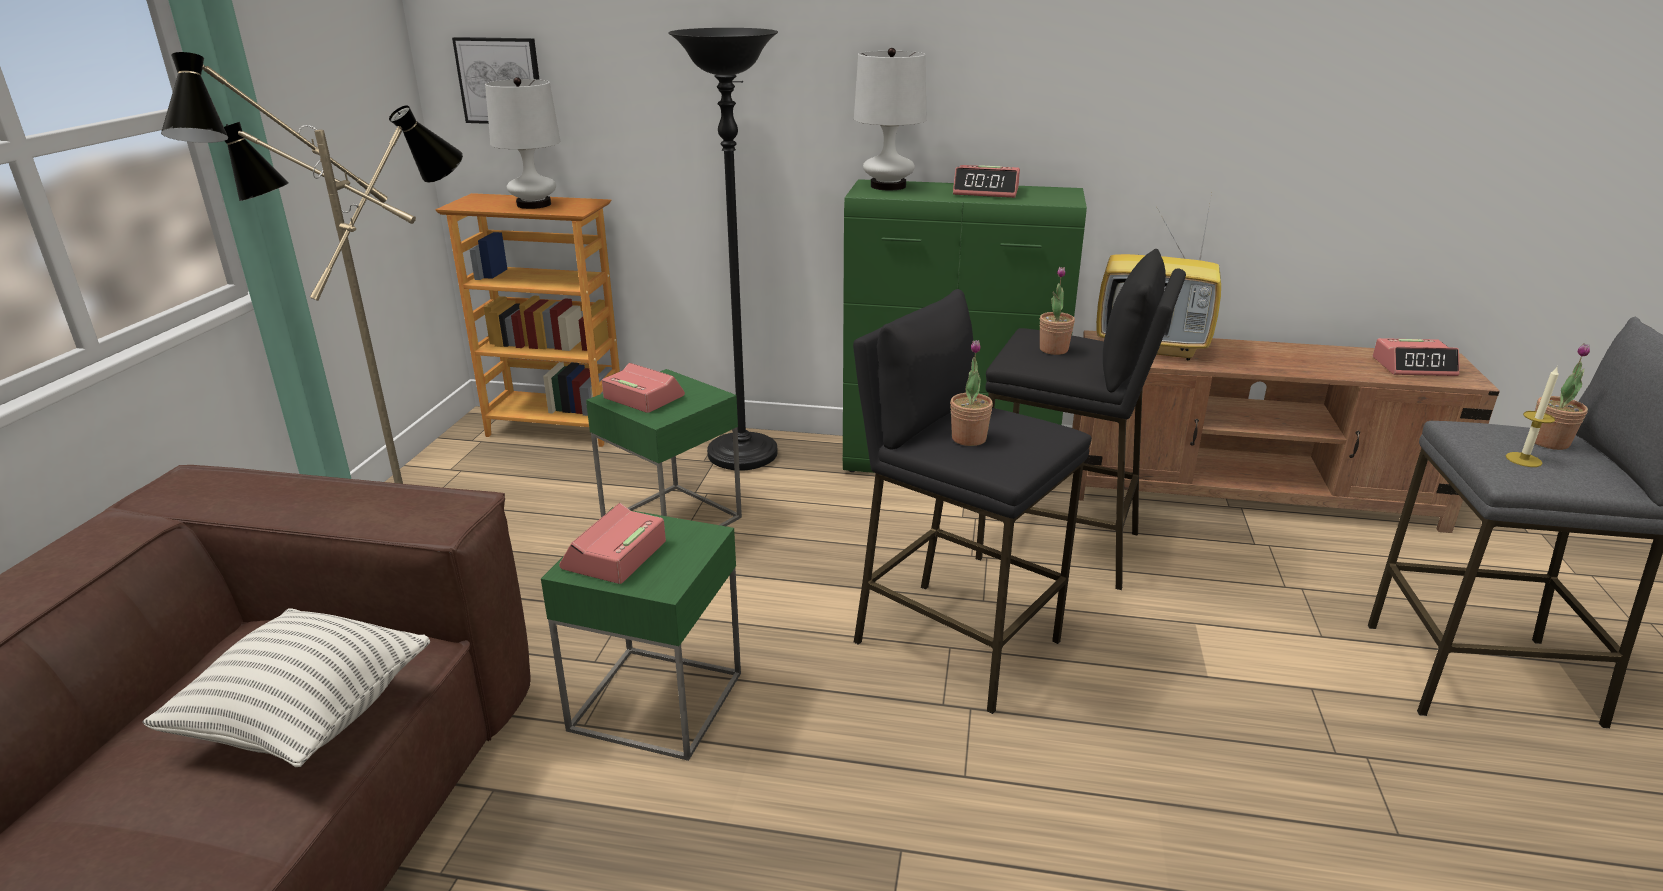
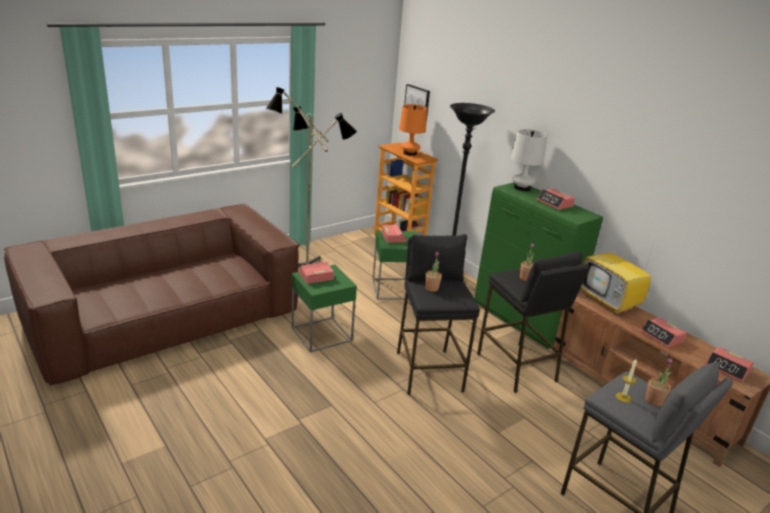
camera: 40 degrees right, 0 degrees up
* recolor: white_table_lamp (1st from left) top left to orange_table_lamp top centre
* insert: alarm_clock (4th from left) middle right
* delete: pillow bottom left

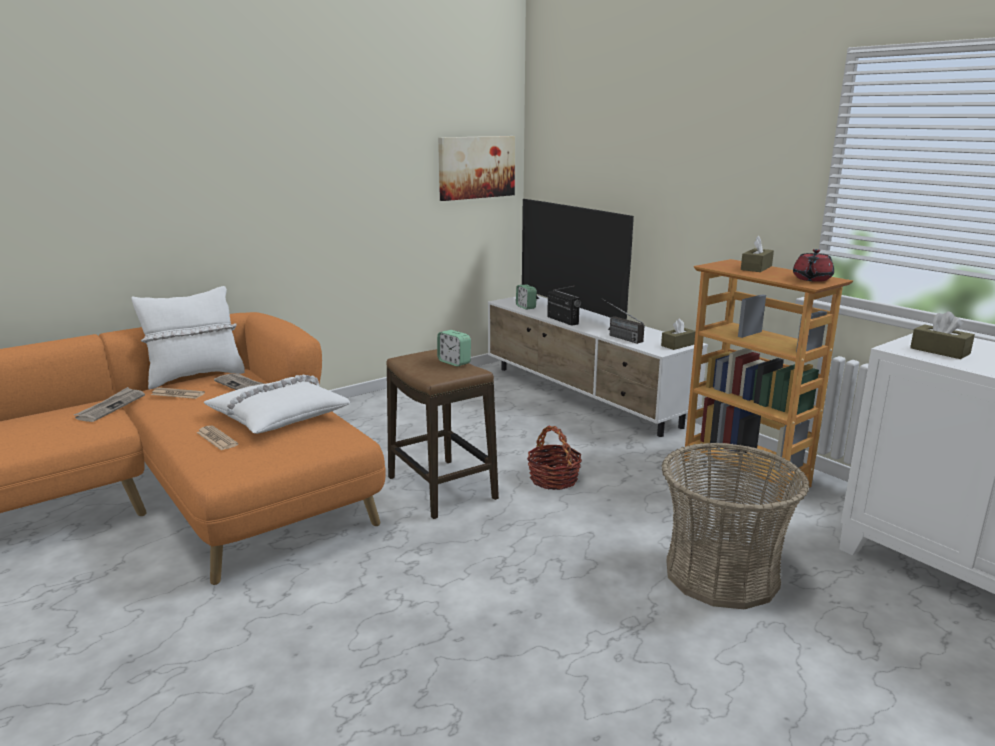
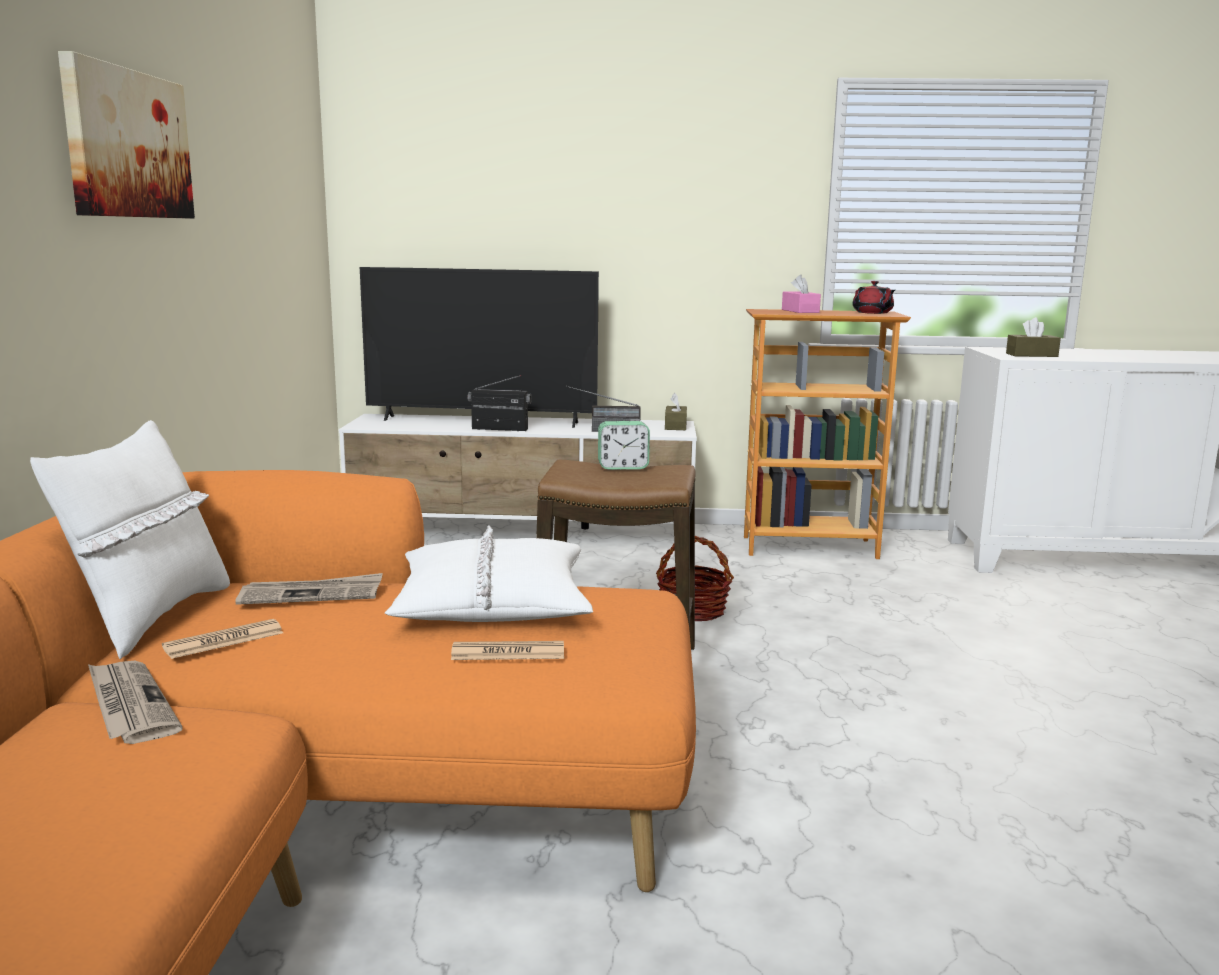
camera: 50 degrees left, 5 degrees down
* move: picture top centre to top left
* recolor: brown_tissue_box (2nd from left) middle right to pink_tissue_box top centre
* delete: alarm_clock (2nd from left) centre
* delete: basket (2nd from left) bottom right

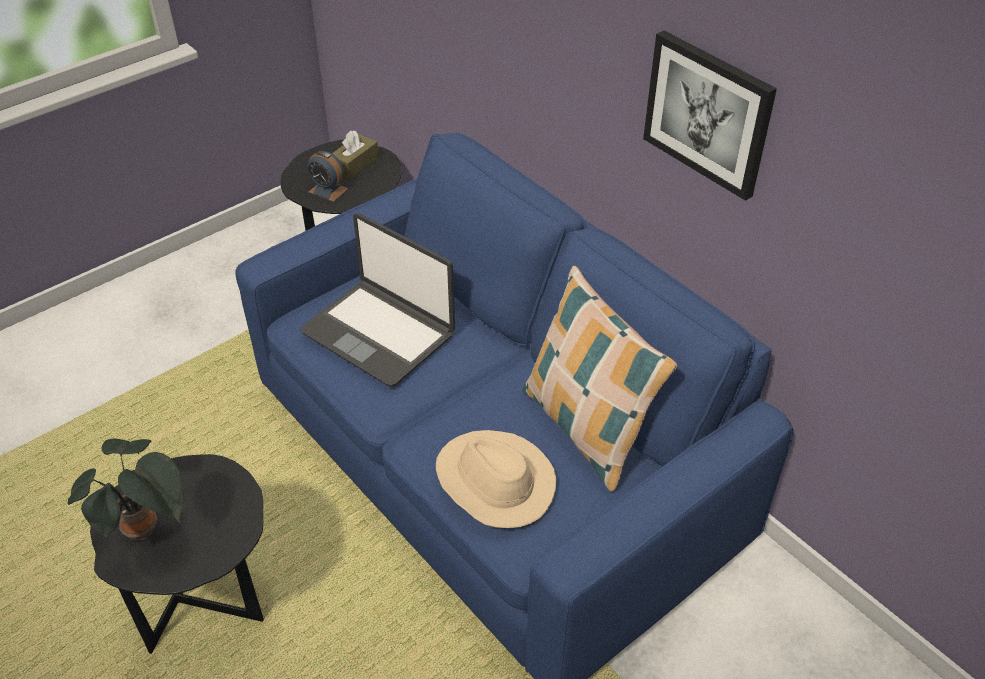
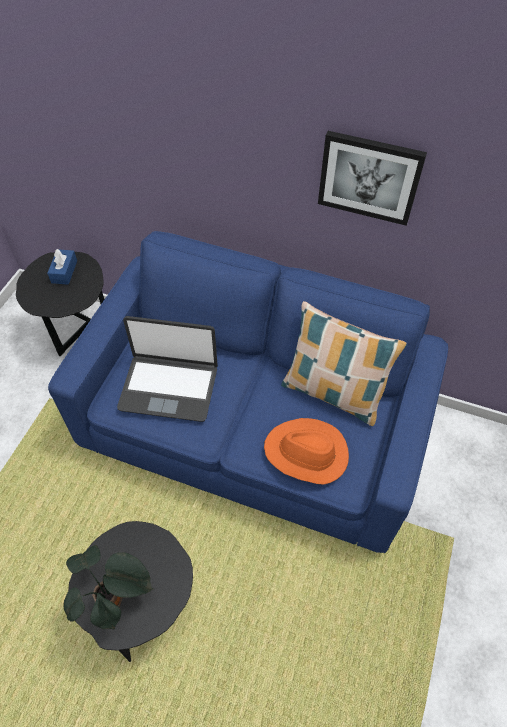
camera: 30 degrees left, 10 degrees up
* recolor: brown_tissue_box top centre to blue_tissue_box middle left
* recolor: beige_hat bottom centre to orange_hat centre
* delete: alarm_clock top left

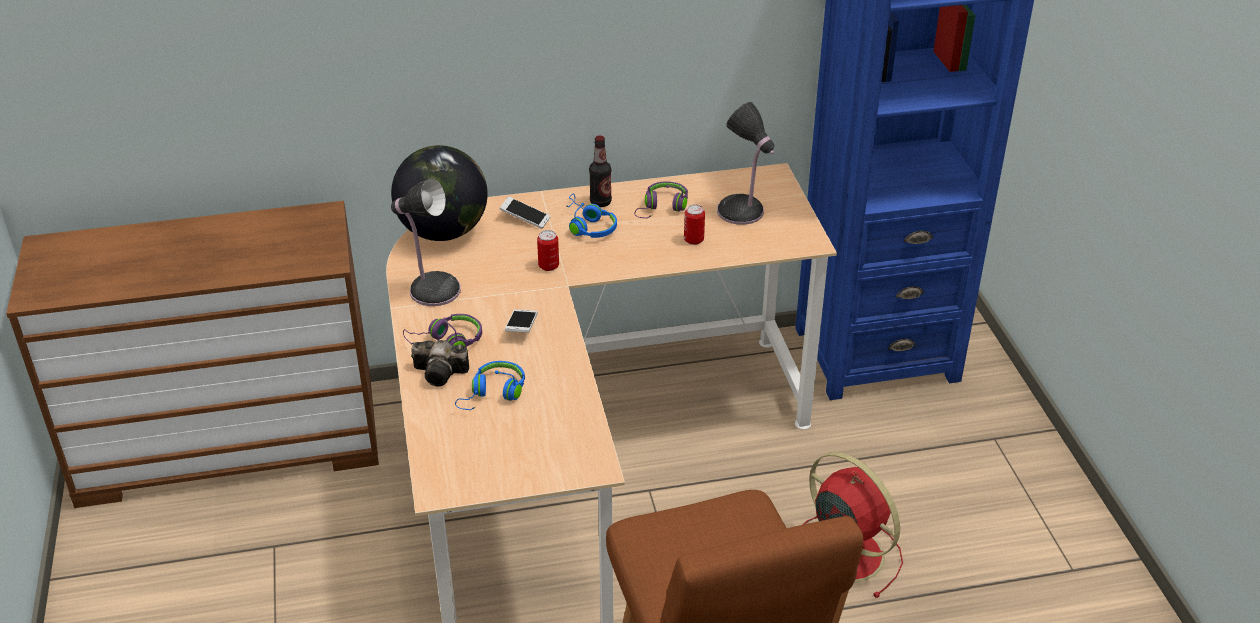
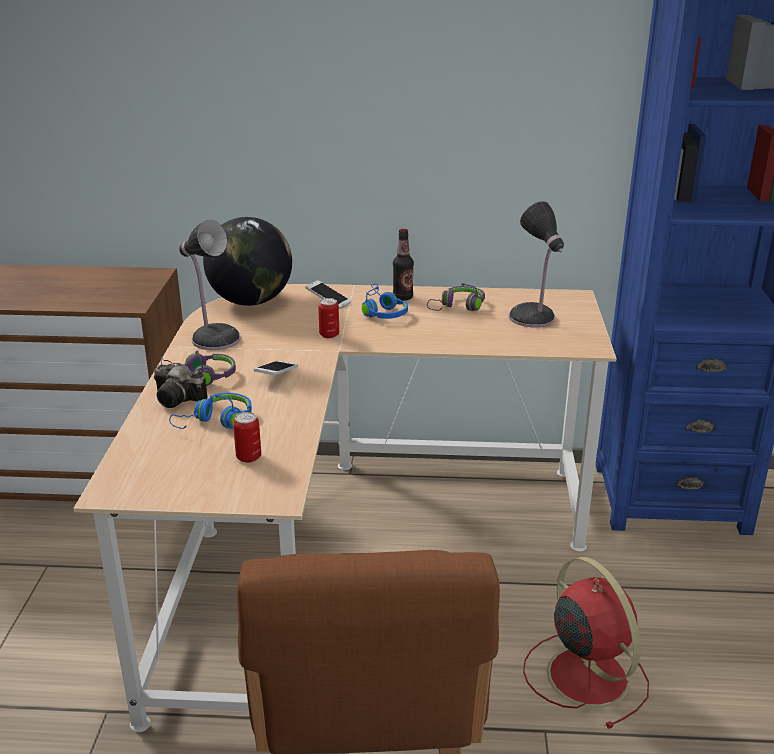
camera: 15 degrees right, 10 degrees down
* move: can (2nd from left in the first image) centre to can (1st from left) middle left

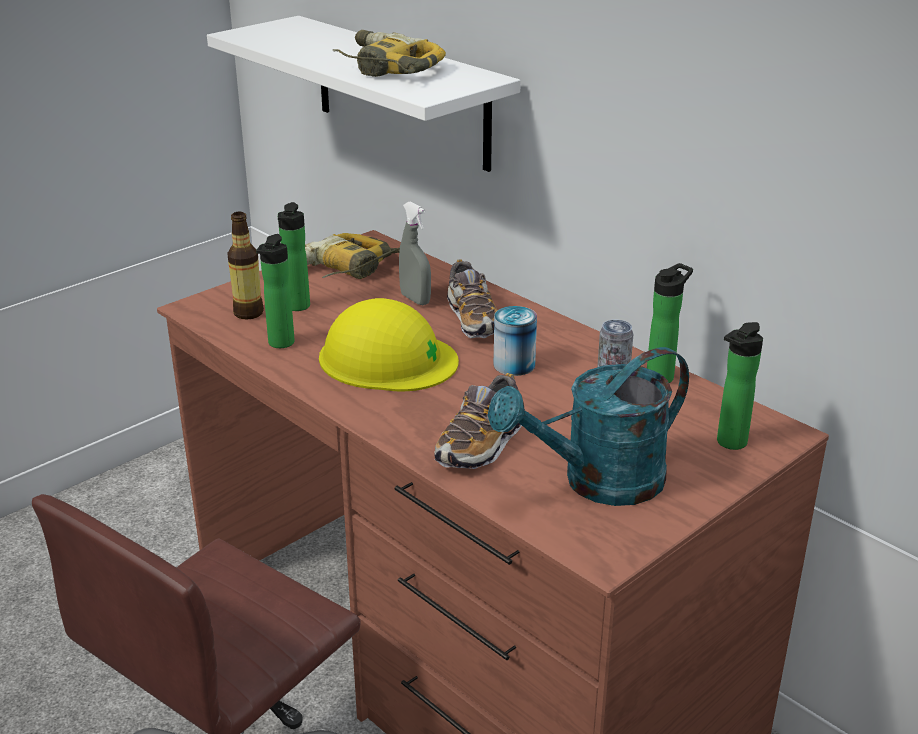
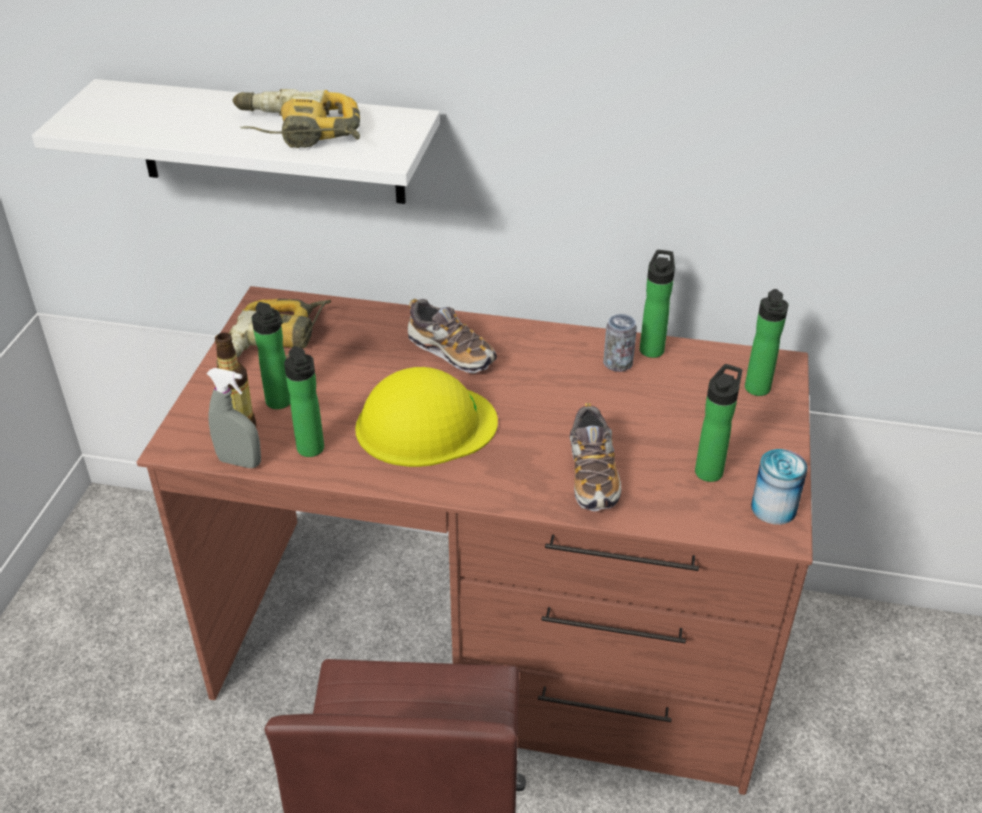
camera: 35 degrees left, 10 degrees up
* move: grey_spray_bottle centre to middle left
* replace: turquoise_watering_can centre to bottle (5th from left) middle right
* move: can (1st from left in the first image) centre to can (2nd from left) middle right

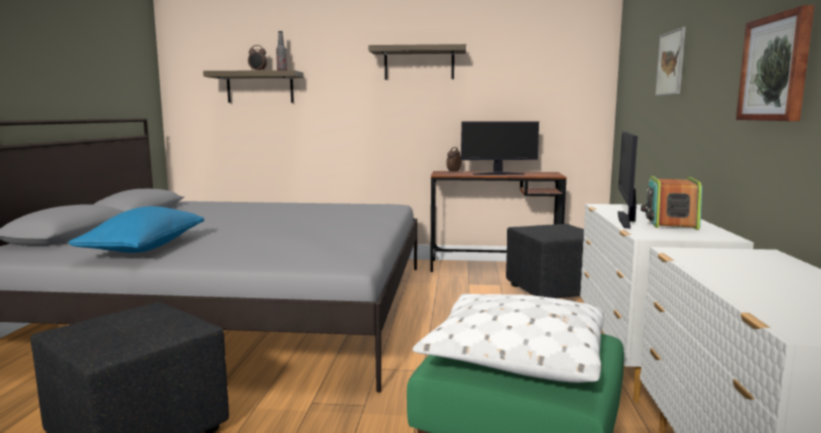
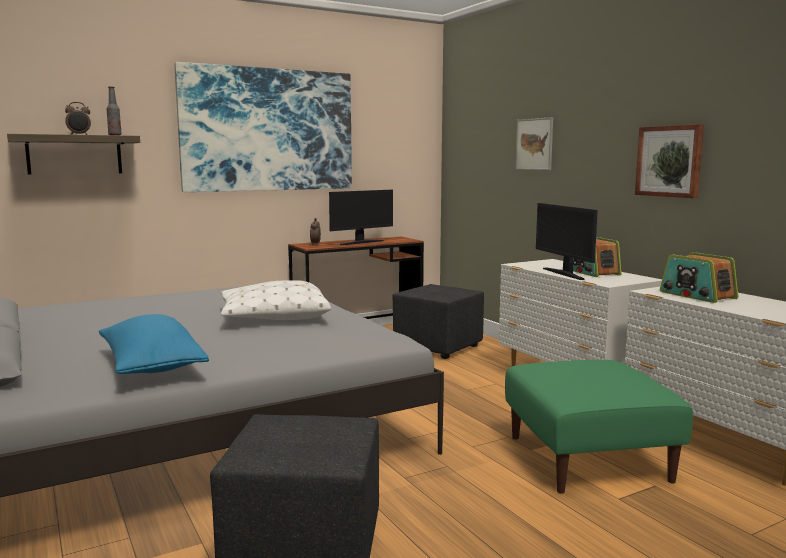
camera: 35 degrees left, 0 degrees up
* replace: shelf (2nd from left) top centre to picture (1st from left) top centre
* move: white_pillow bottom centre to centre
* insert: radio (2nd from left) middle right

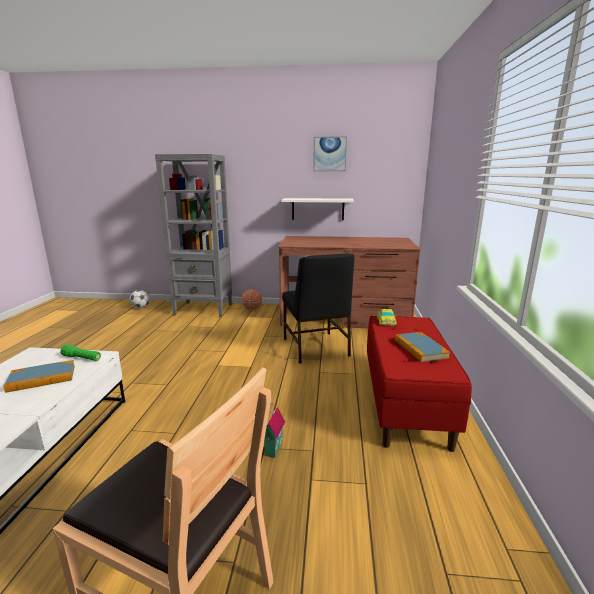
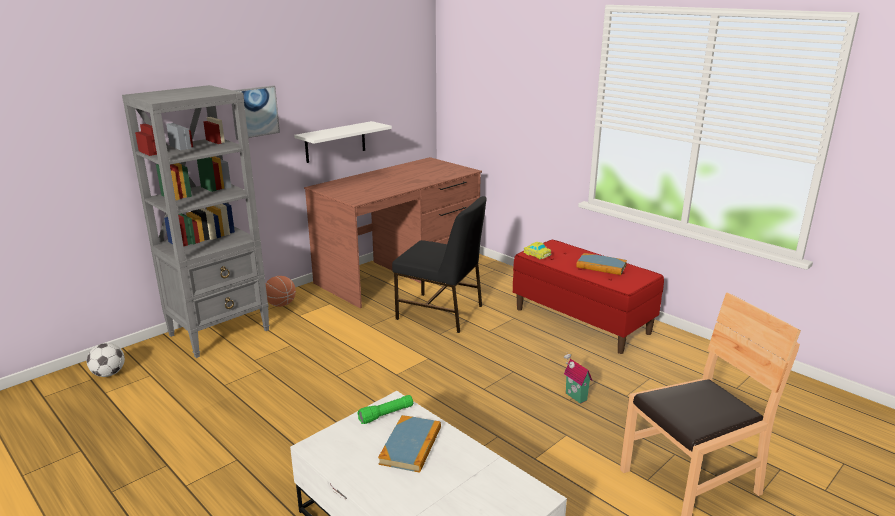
camera: 50 degrees left, 5 degrees up
* move: picture top centre to top left

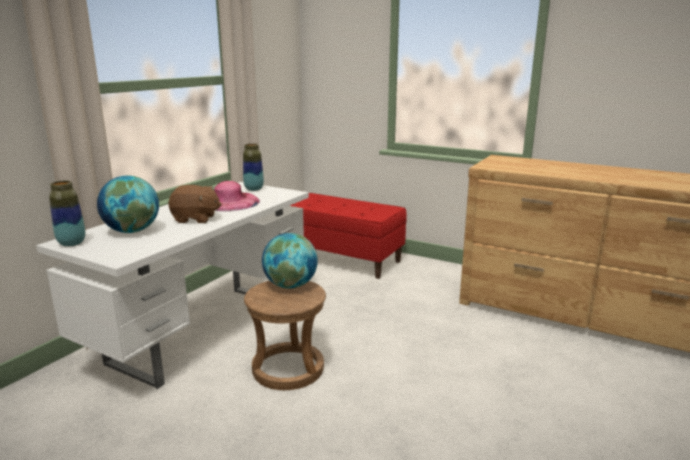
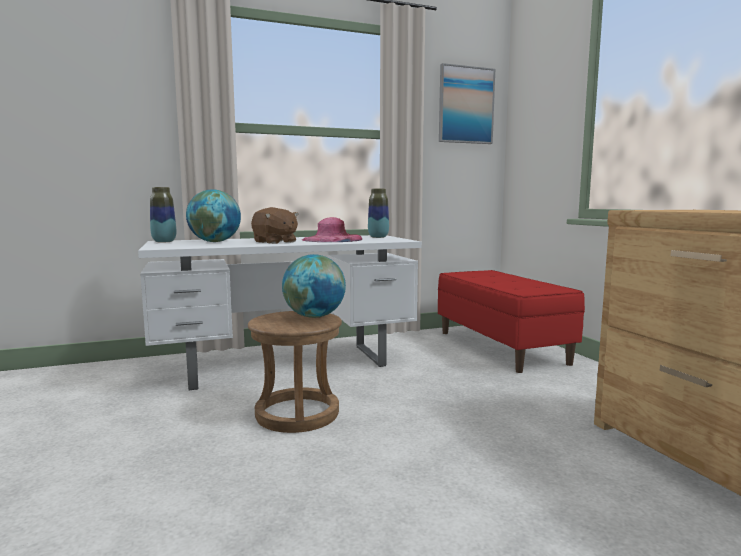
camera: 40 degrees right, 10 degrees down
* insert: picture top centre

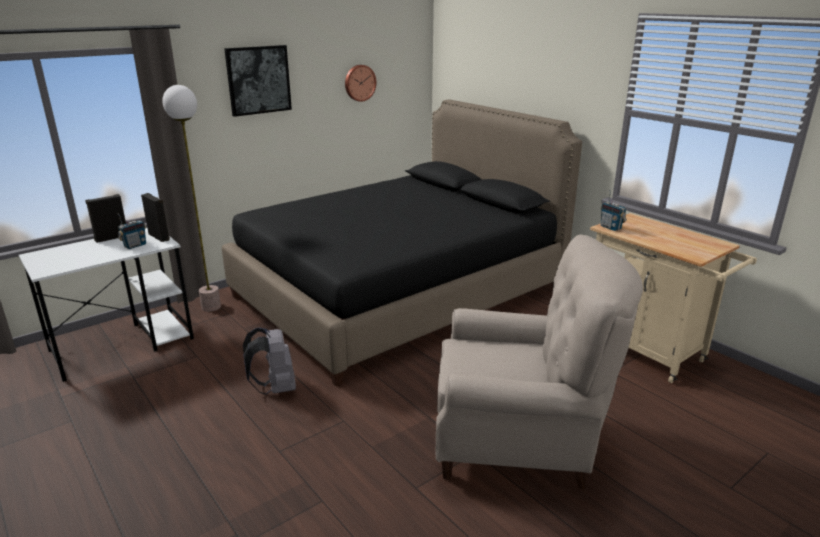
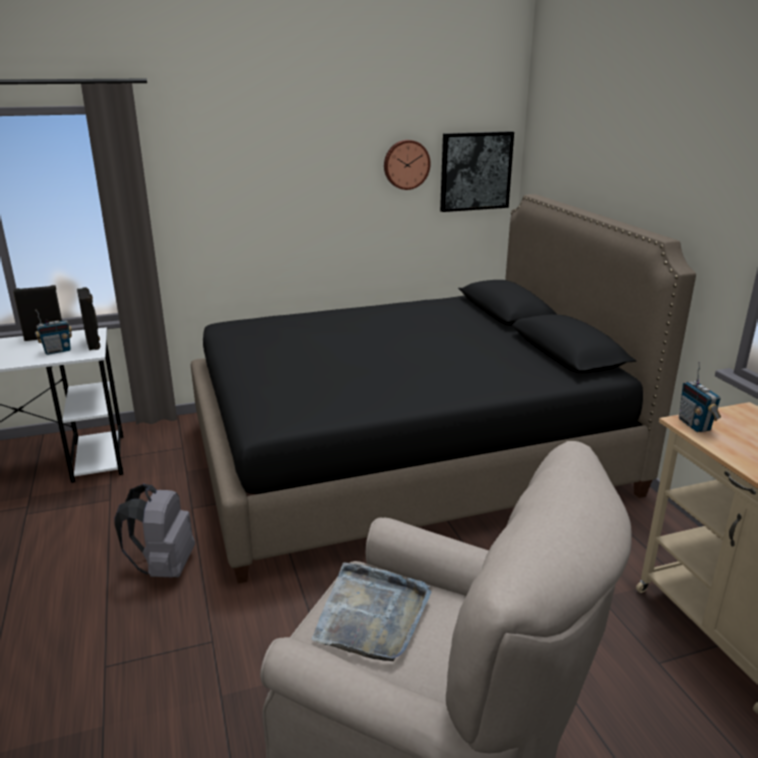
camera: 20 degrees right, 0 degrees up
* insert: grey_tray bottom centre
* move: picture top left to top centre
* delete: floor_lamp middle left

